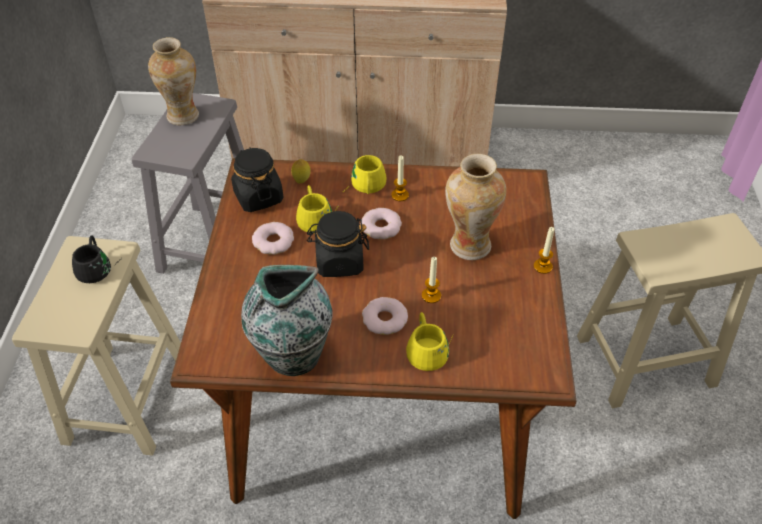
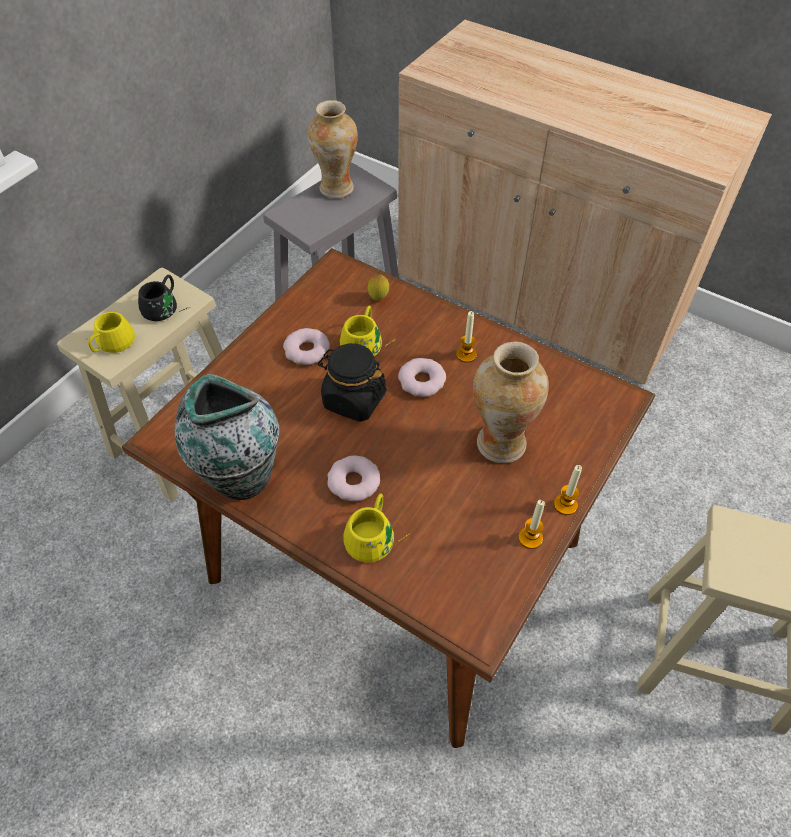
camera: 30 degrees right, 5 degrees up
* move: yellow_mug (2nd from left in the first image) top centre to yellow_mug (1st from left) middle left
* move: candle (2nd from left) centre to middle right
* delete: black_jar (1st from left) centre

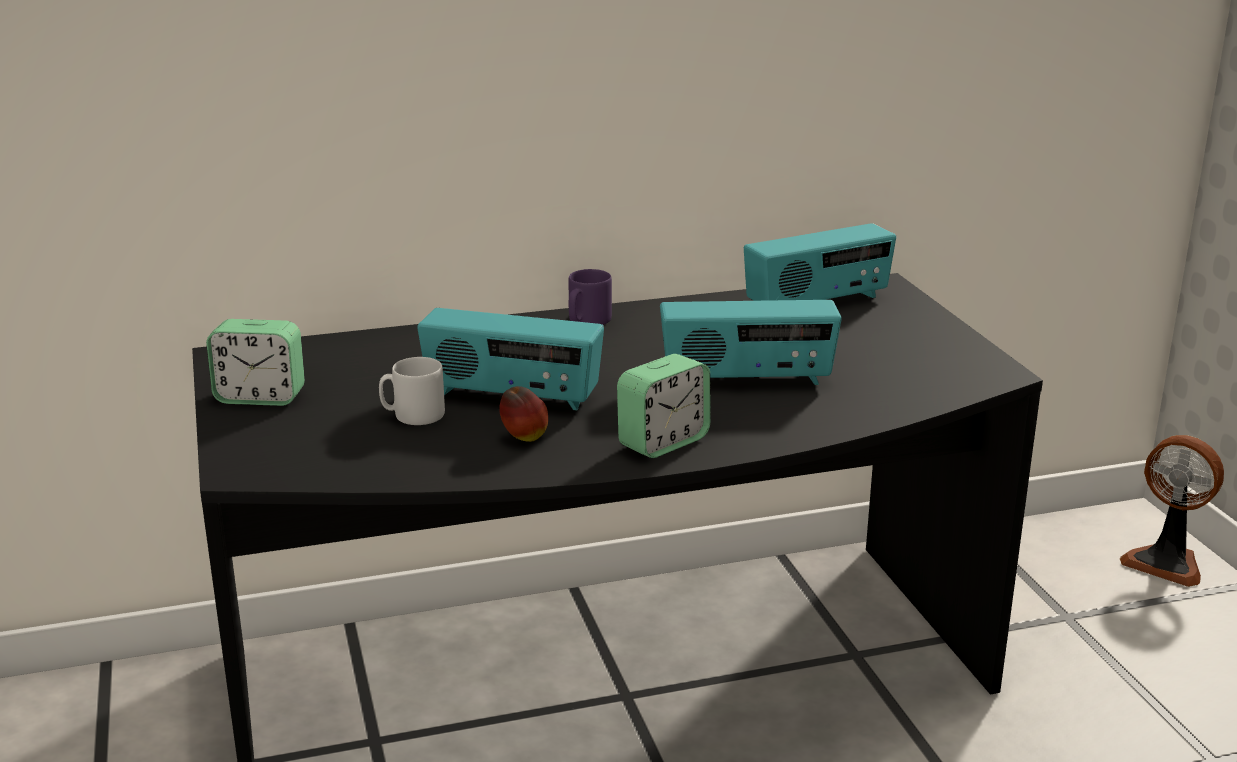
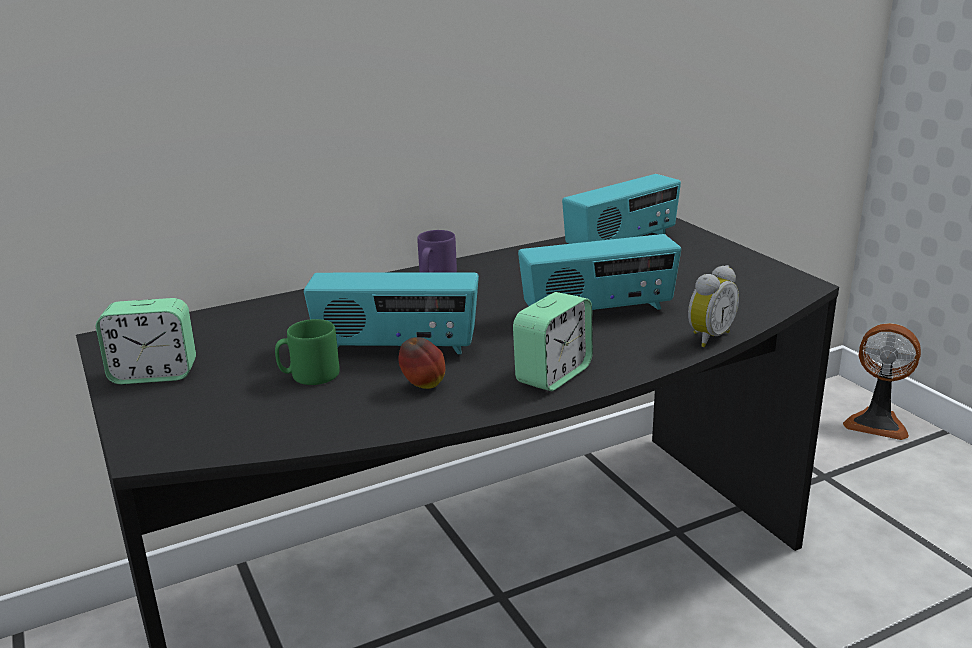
camera: 10 degrees left, 0 degrees up
* recolor: grey_mug middle left to green_mug middle left
* insert: alarm_clock (3rd from left) middle right

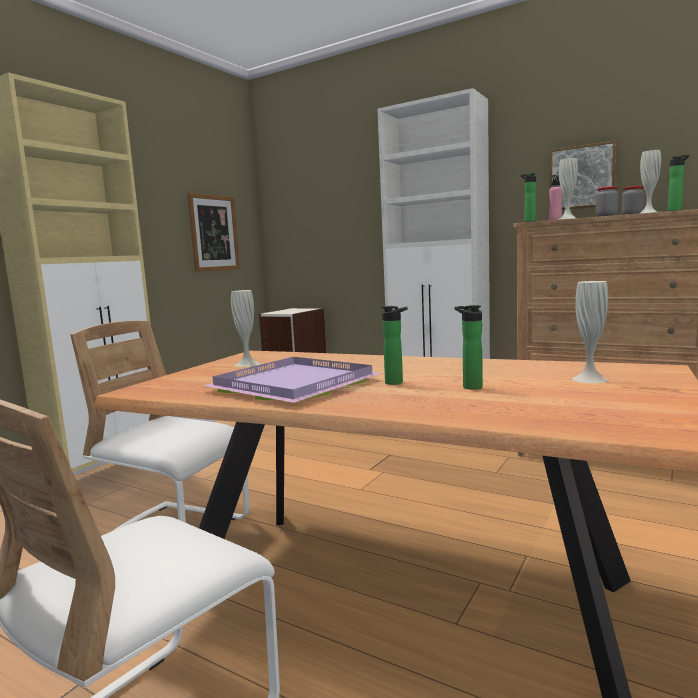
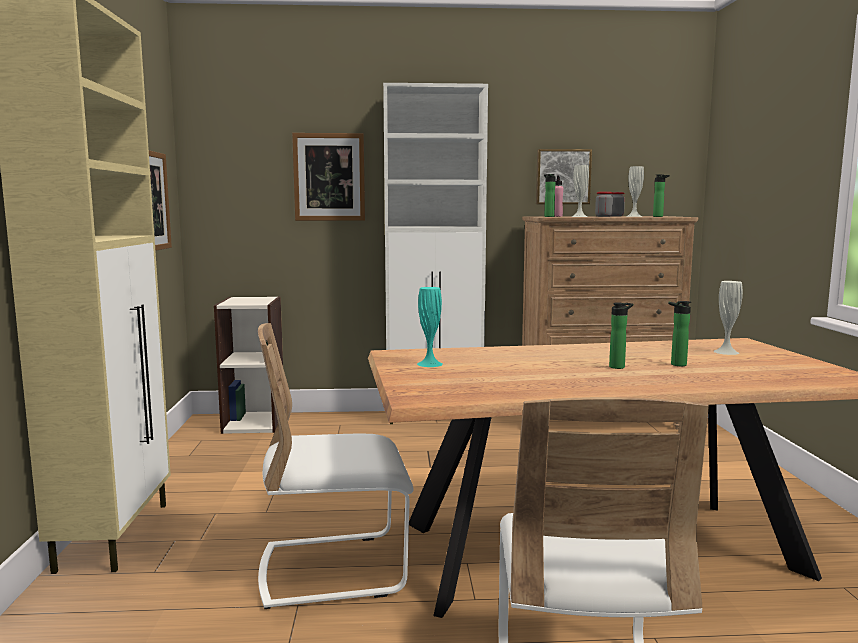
camera: 35 degrees left, 0 degrees up
* insert: picture (2nd from left) top centre
* recolor: white_vase (1st from left) centre to turquoise_vase centre
* delete: purple_tray centre

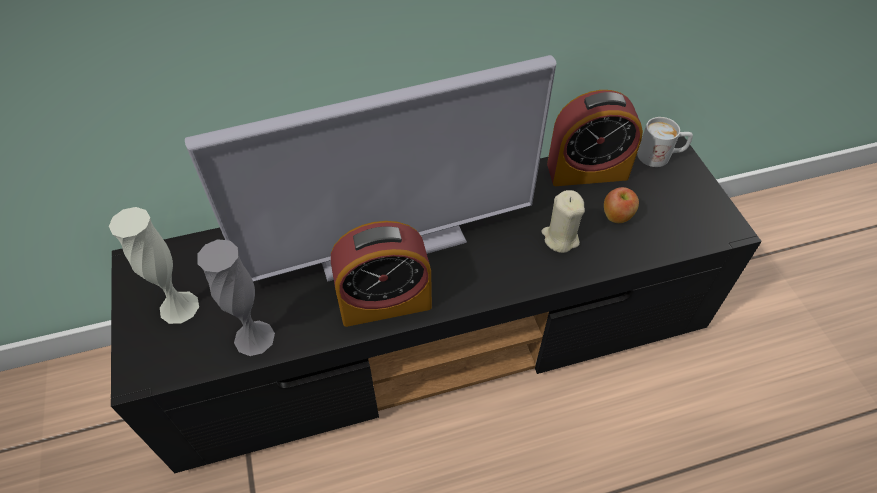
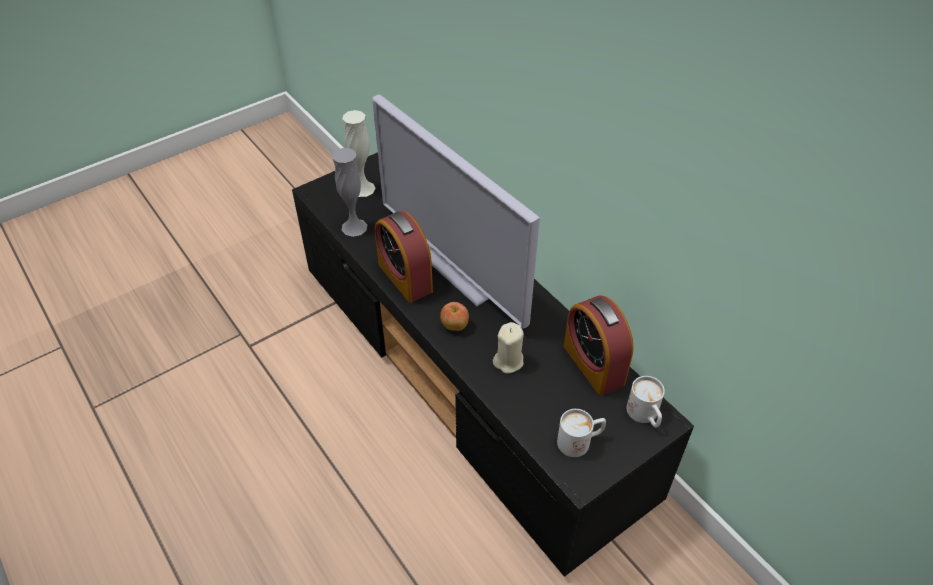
camera: 70 degrees right, 5 degrees down
* move: apple middle right to centre
* insert: white_mug (1st from left) bottom centre

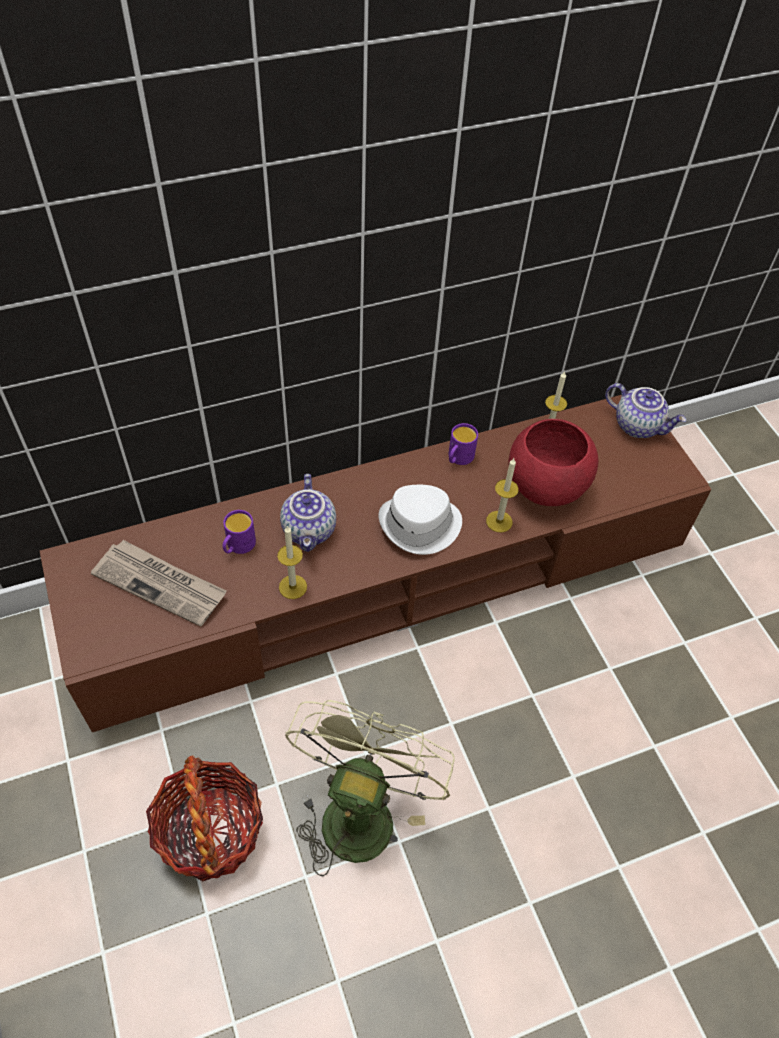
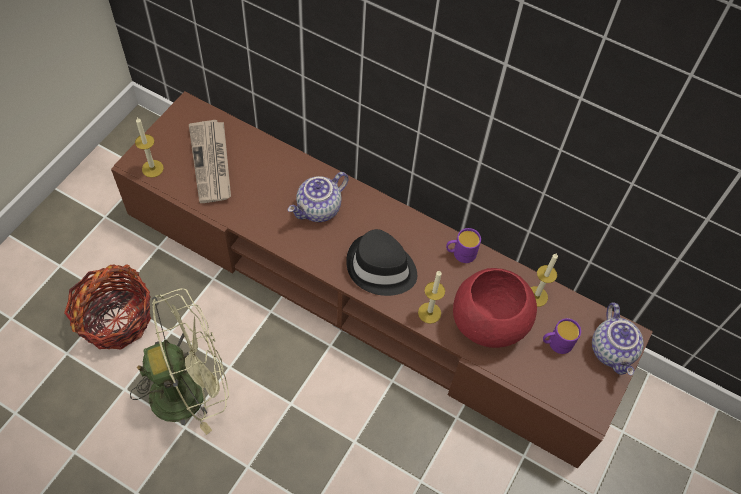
camera: 50 degrees right, 5 degrees up
* move: candle (1st from left) centre to top left
* recolor: white_hat centre to black_hat centre
* move: purple_mug (1st from left in the first image) middle left to purple_mug (2nd from left) bottom right

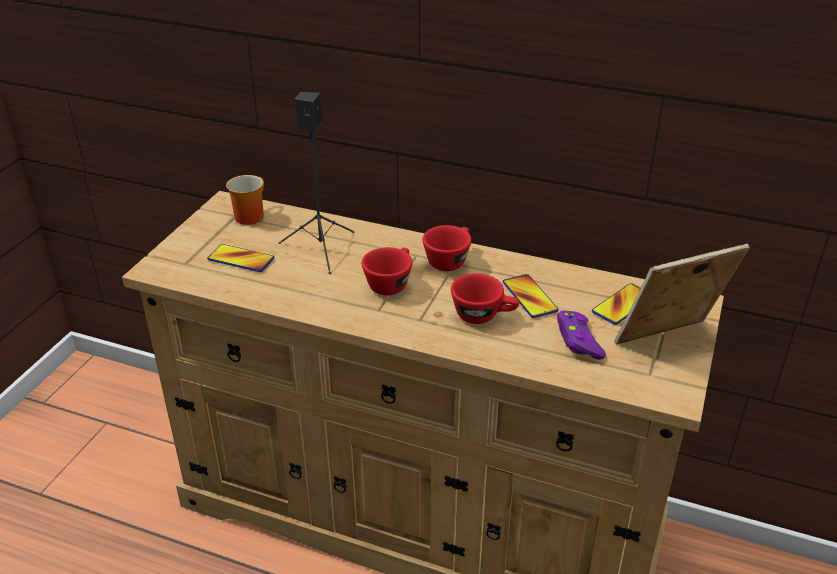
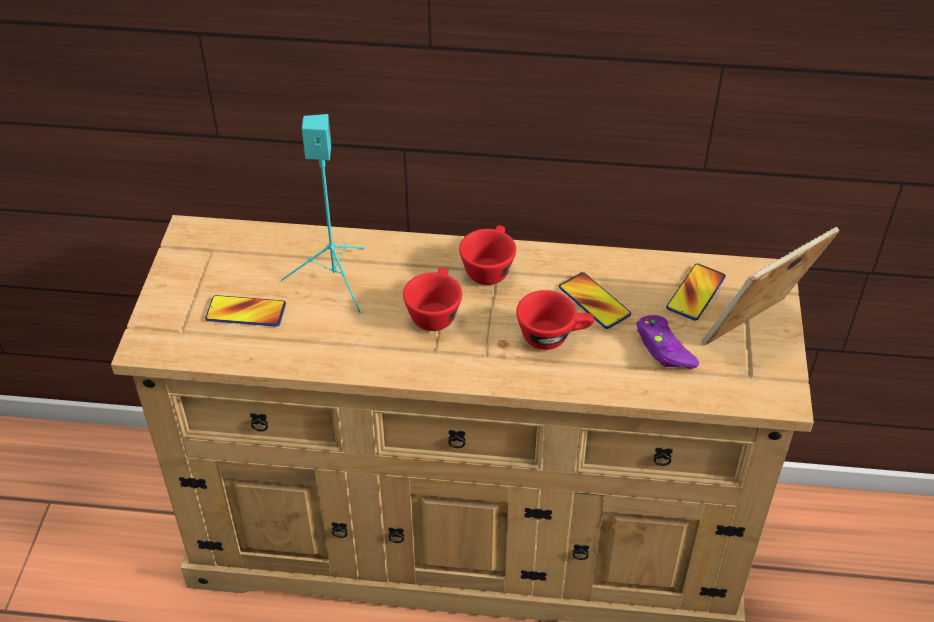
camera: 15 degrees left, 10 degrees up
* recolor: black_speaker top centre to turquoise_speaker centre
* delete: mug middle left

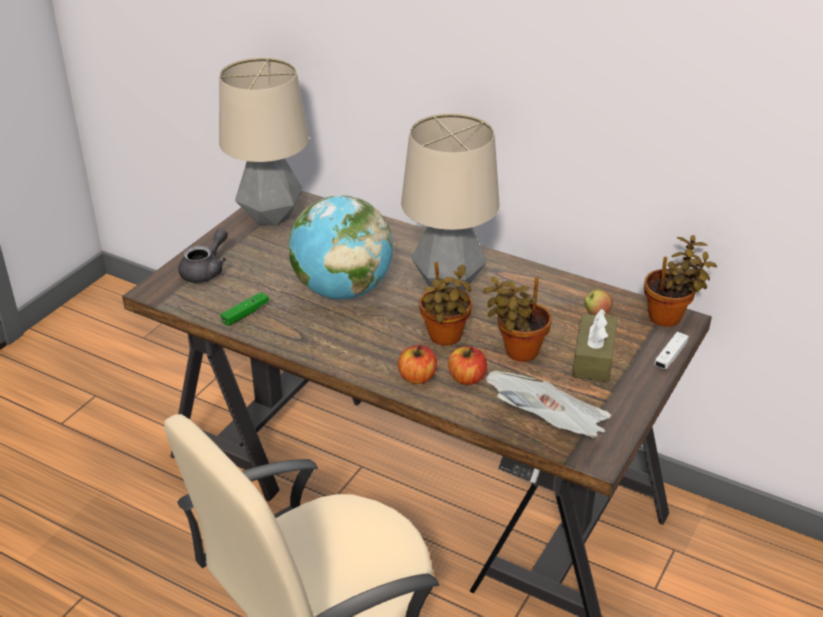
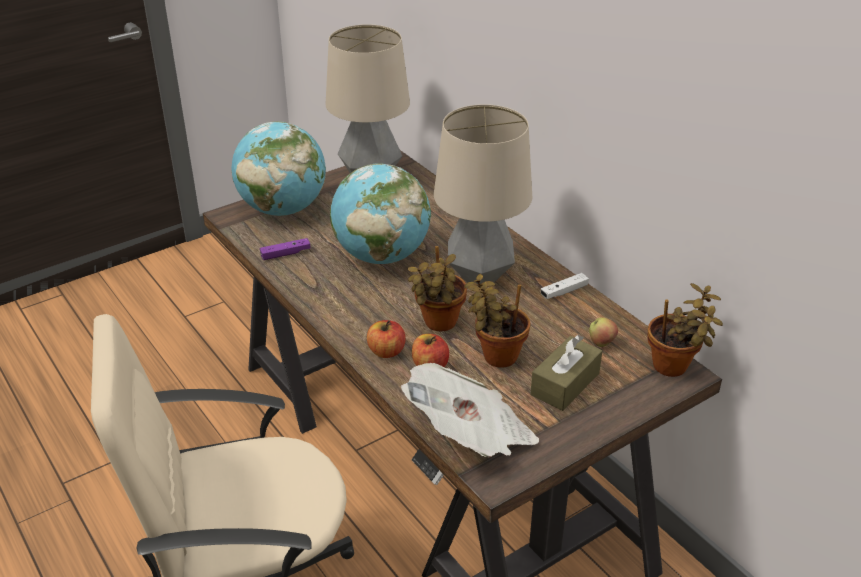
camera: 25 degrees right, 0 degrees up
* replace: grey_teapot middle left to globe (1st from left) top left
* recolor: green_game_controller middle left to purple_game_controller middle left
* move: white_game_controller middle right to centre

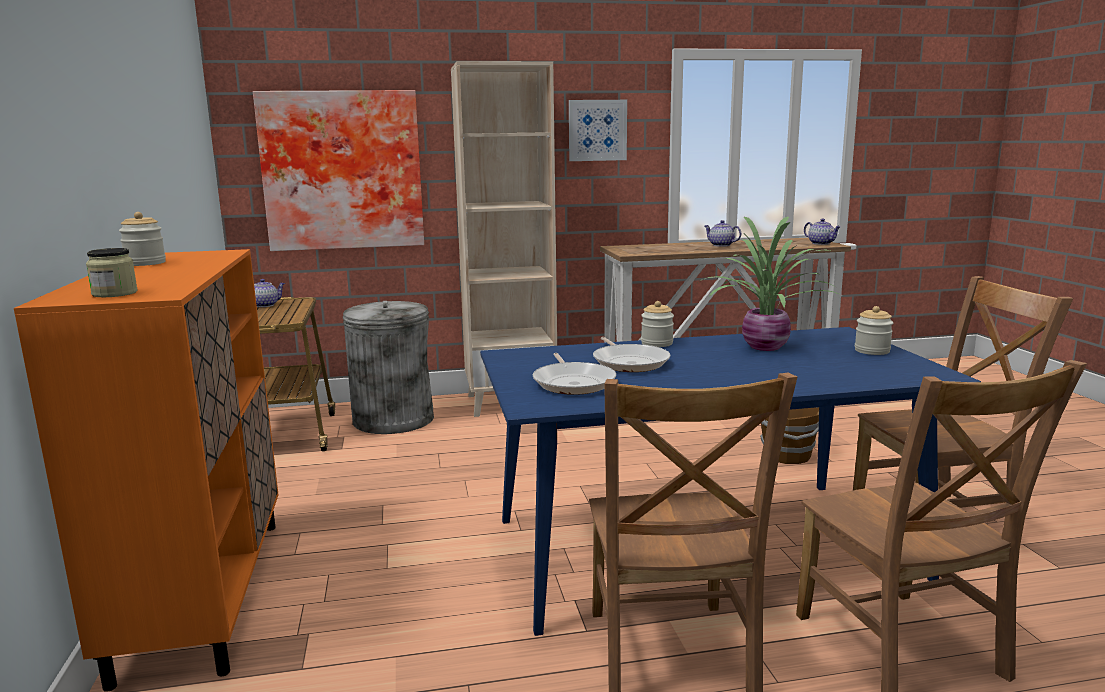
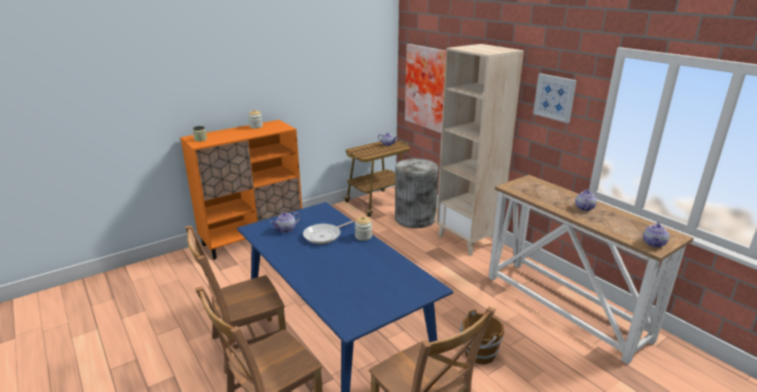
camera: 65 degrees right, 10 degrees up
* replace: frying_pan (1st from left) centre to teapot (1st from left) centre
* delete: potted_plant middle right
* delete: jar (4th from left) middle right

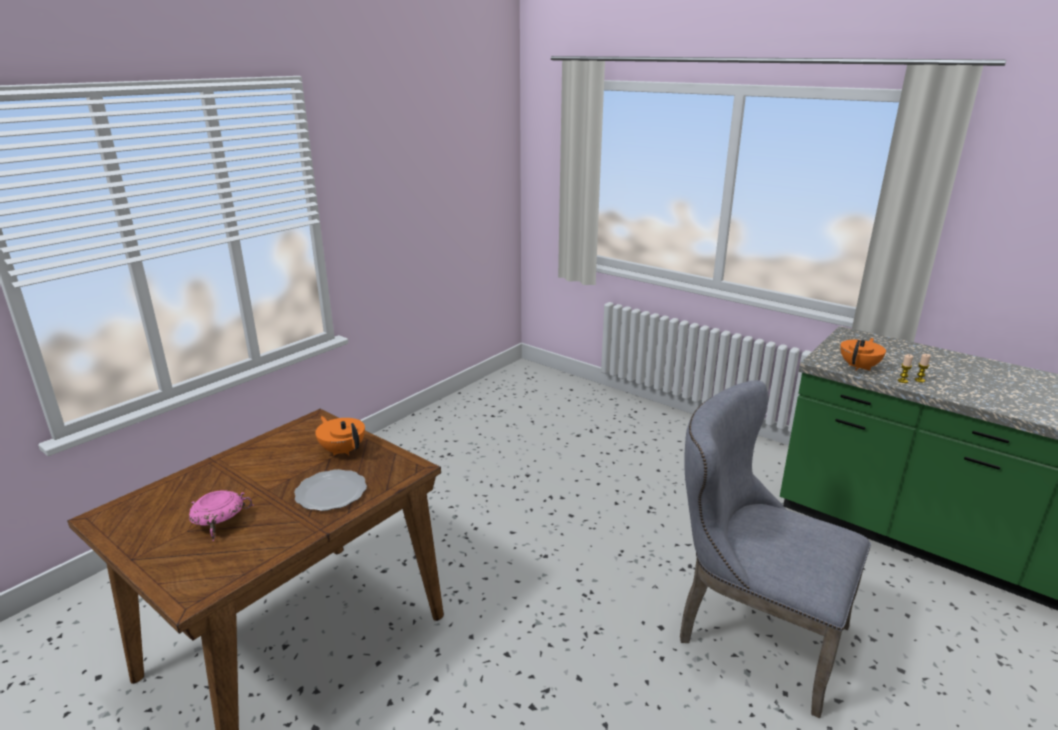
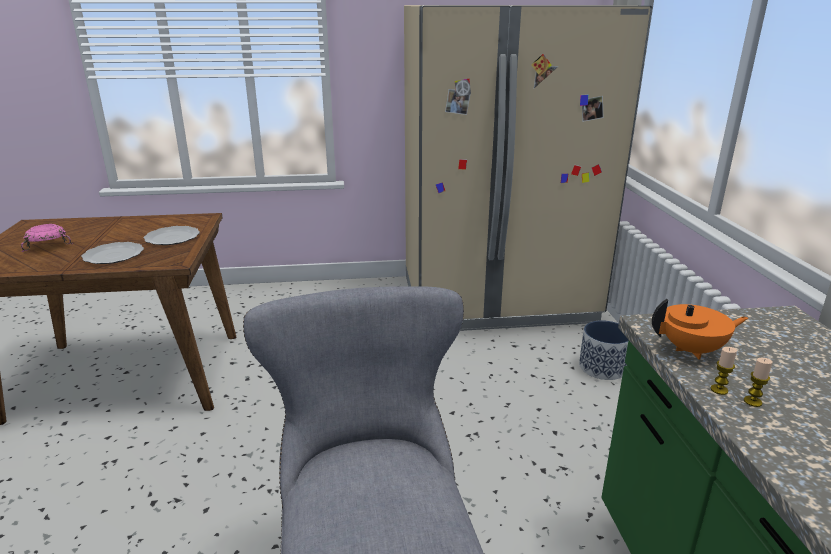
camera: 45 degrees right, 0 degrees up
* replace: orange_teapot (1st from left) middle left to plate (2nd from left) middle left
* insert: beige_fridge top centre
* insert: planter middle right

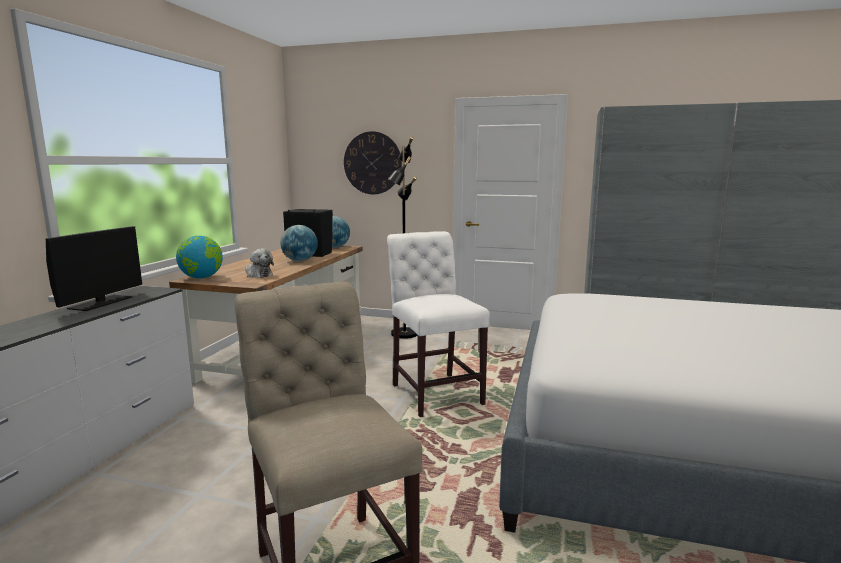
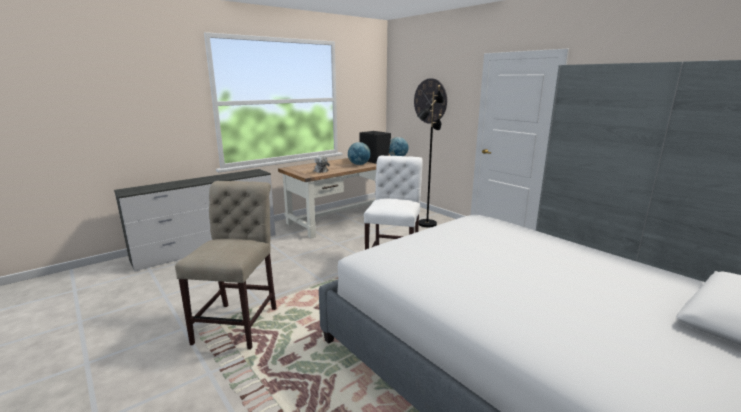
camera: 35 degrees right, 5 degrees up
* delete: monitor middle left
* delete: globe (1st from left) middle left

